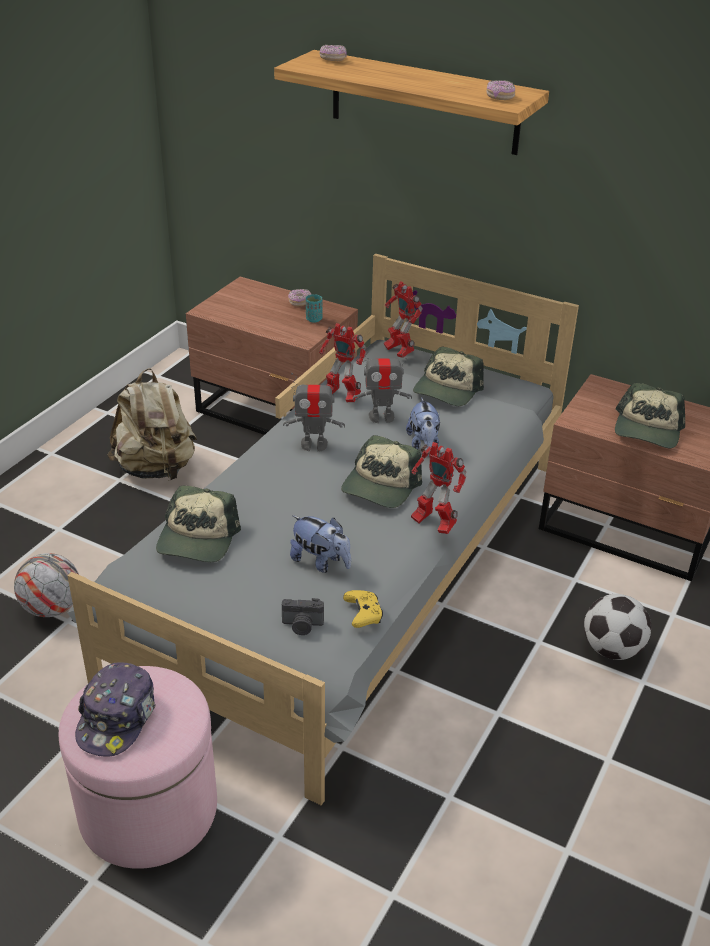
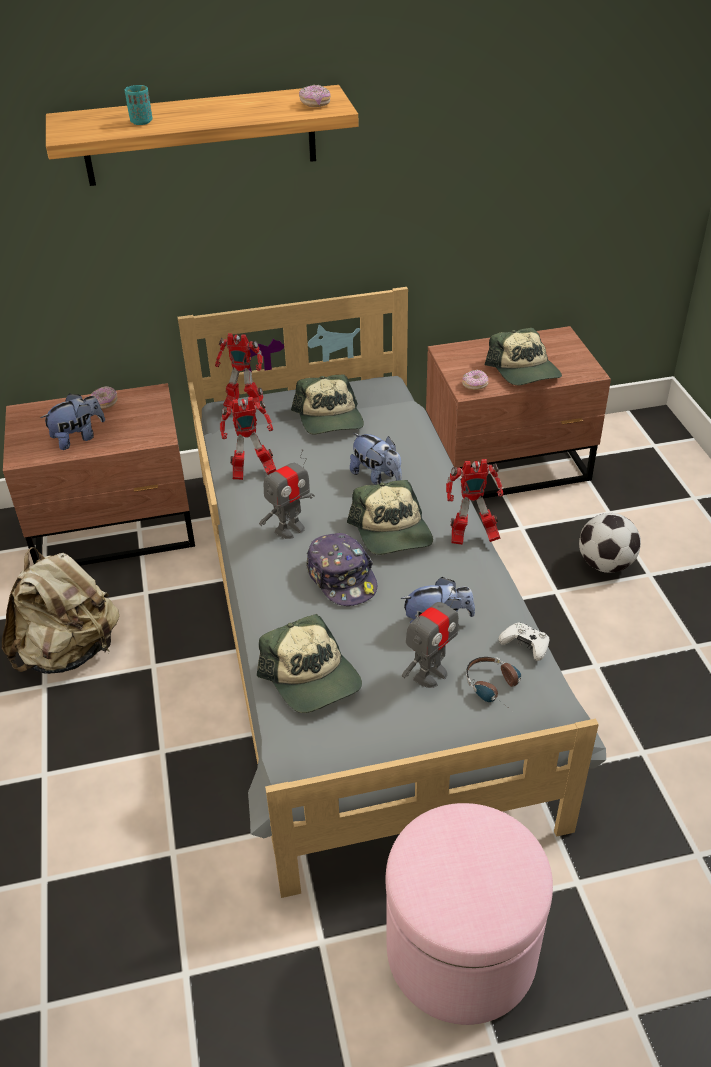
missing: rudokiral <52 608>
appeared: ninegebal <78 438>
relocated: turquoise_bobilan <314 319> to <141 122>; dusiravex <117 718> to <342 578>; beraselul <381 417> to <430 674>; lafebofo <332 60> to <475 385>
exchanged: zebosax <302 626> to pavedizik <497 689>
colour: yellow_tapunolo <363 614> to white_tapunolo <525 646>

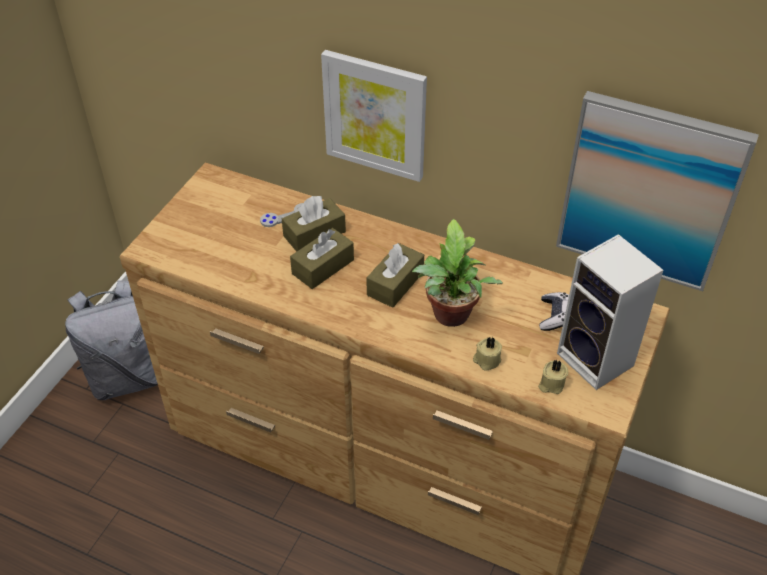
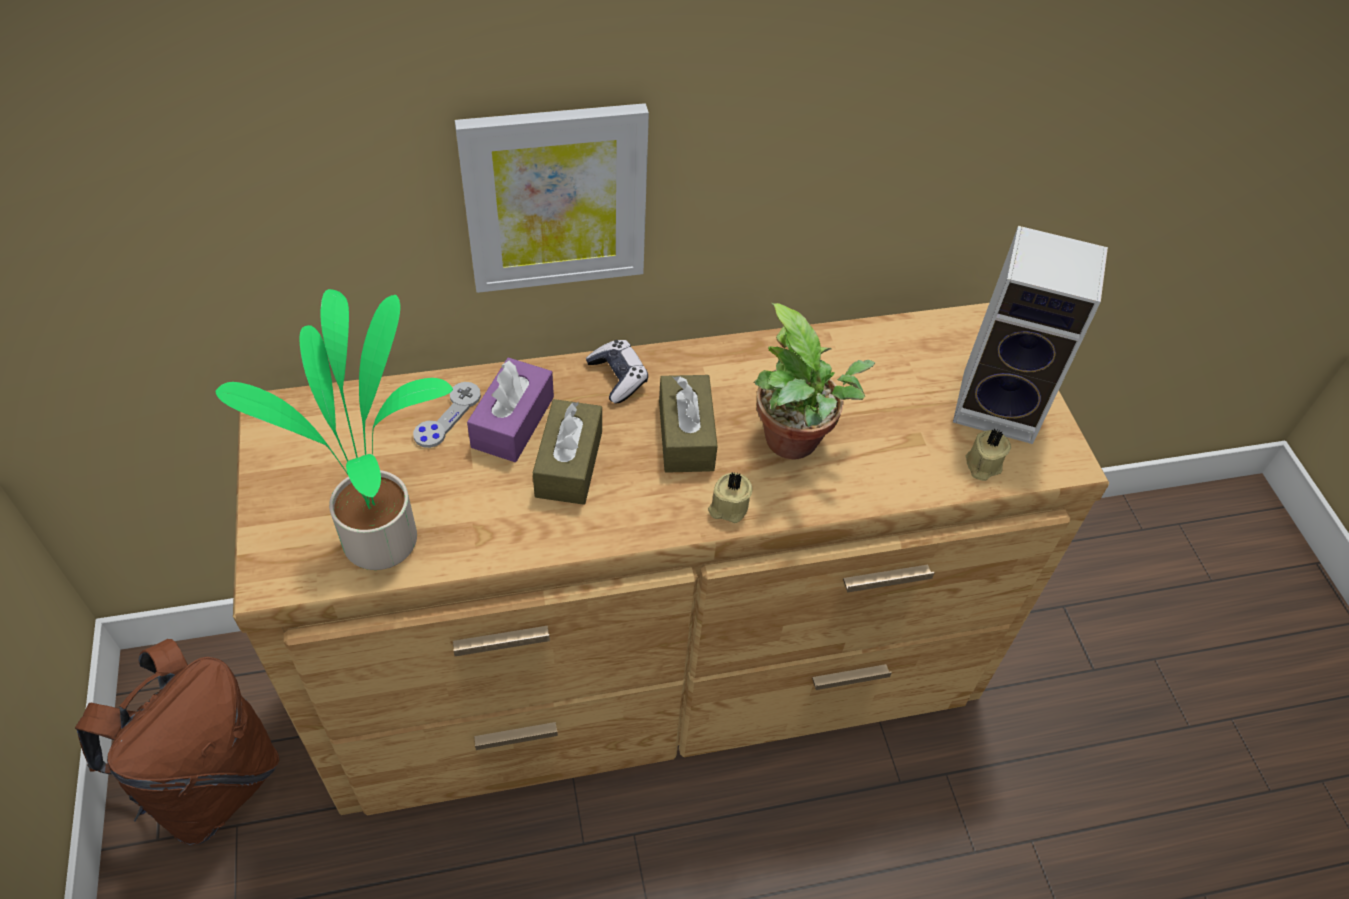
missing: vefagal <649 191>
appeared: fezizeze <385 538>
relocated: tapunolo <554 316> to <618 377>; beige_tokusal <486 360> to <728 507>
colour: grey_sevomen <127 376> to brown_sevomen <210 781>; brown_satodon <314 234> to purple_satodon <513 422>

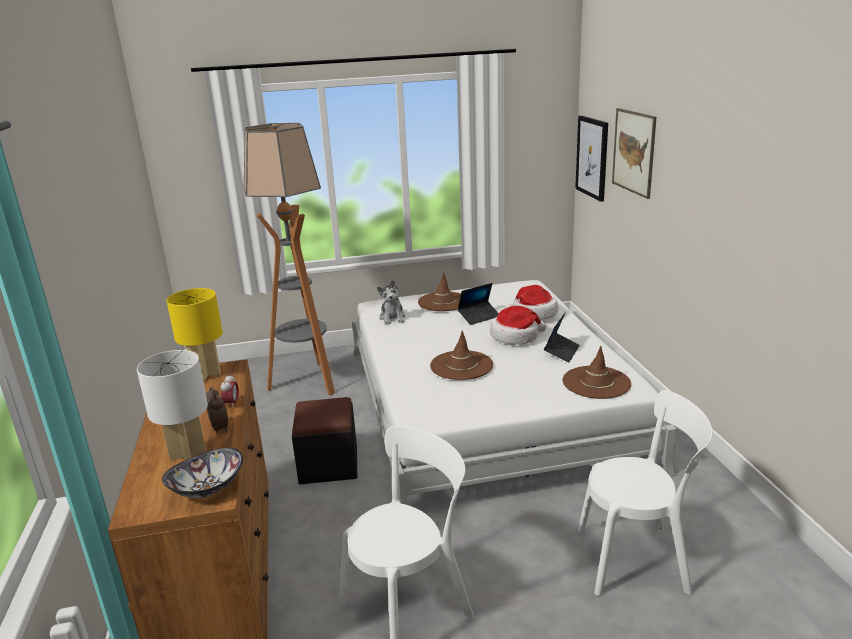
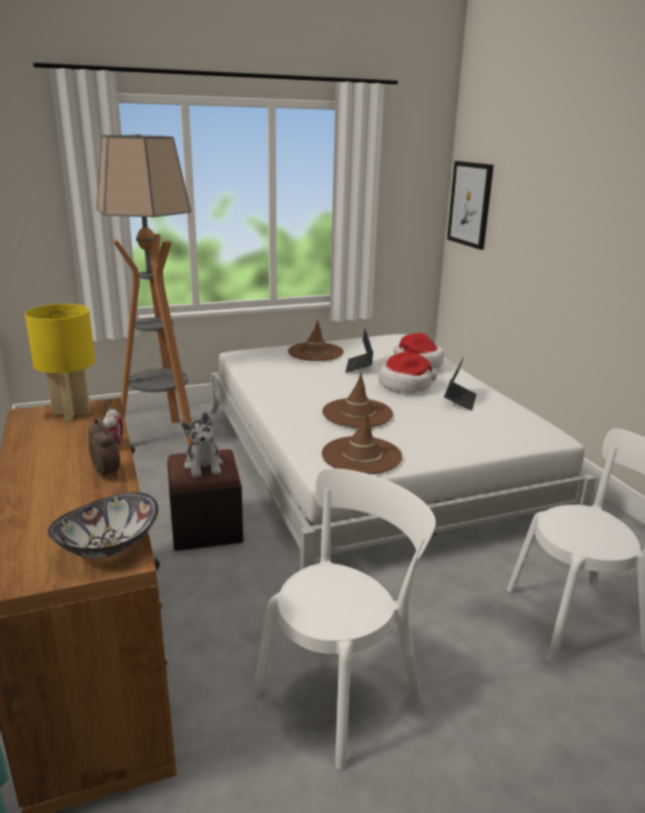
missing: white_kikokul <187 455>; vefagal <633 152>
relocated: ninegebal <392 318> to <204 466>; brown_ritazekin <596 382> to <361 455>
spun: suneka <479 316> = <359 366> 135 degrees clockwise

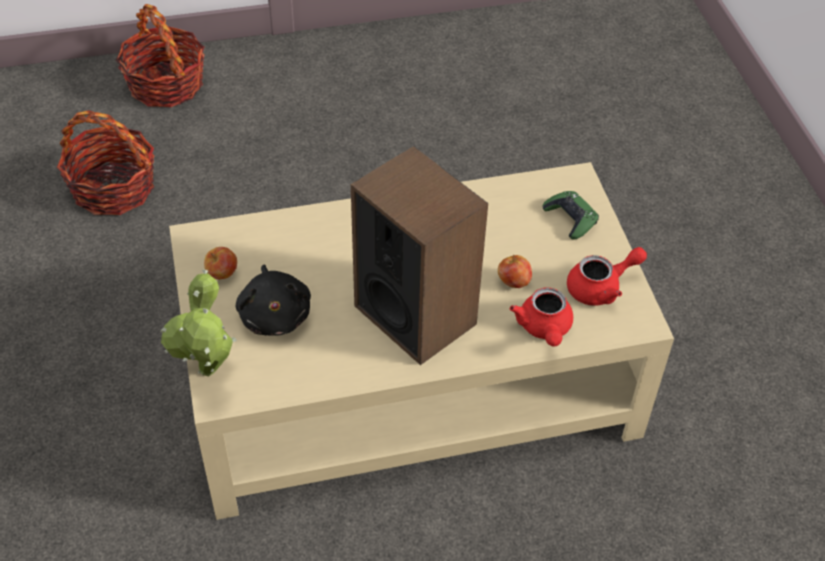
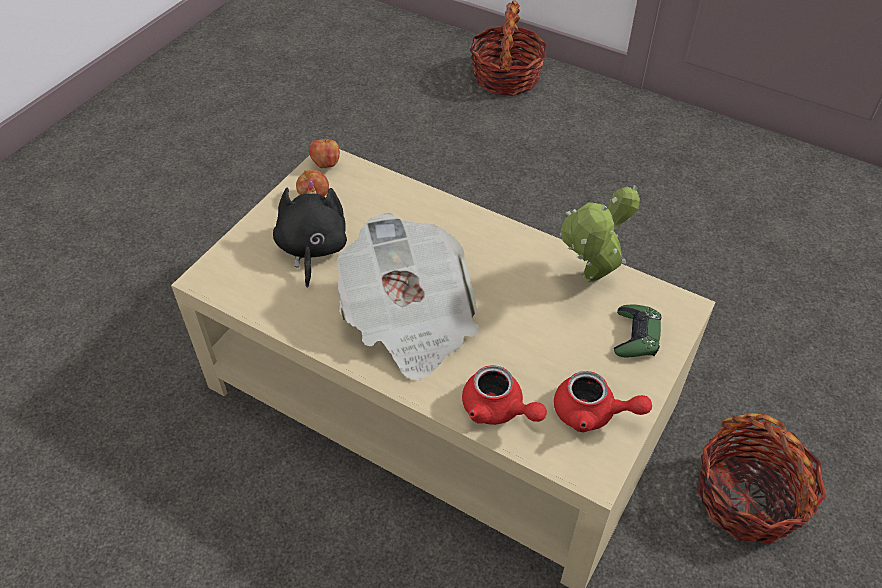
relocated: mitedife <513 282> to <326 164>; fezizeze <209 375> to <588 281>; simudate <114 188> to <748 498>
exchanged: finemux <415 314> to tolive <409 321>
spun: black_ninegebal <275 315> = <312 249> 150 degrees clockwise; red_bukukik <544 329> = <498 410> 90 degrees counterclockwise

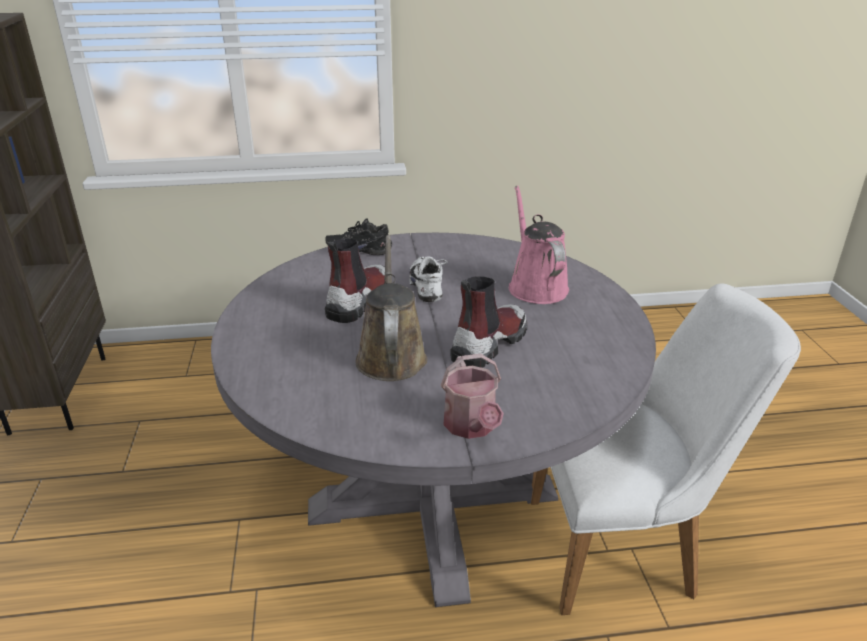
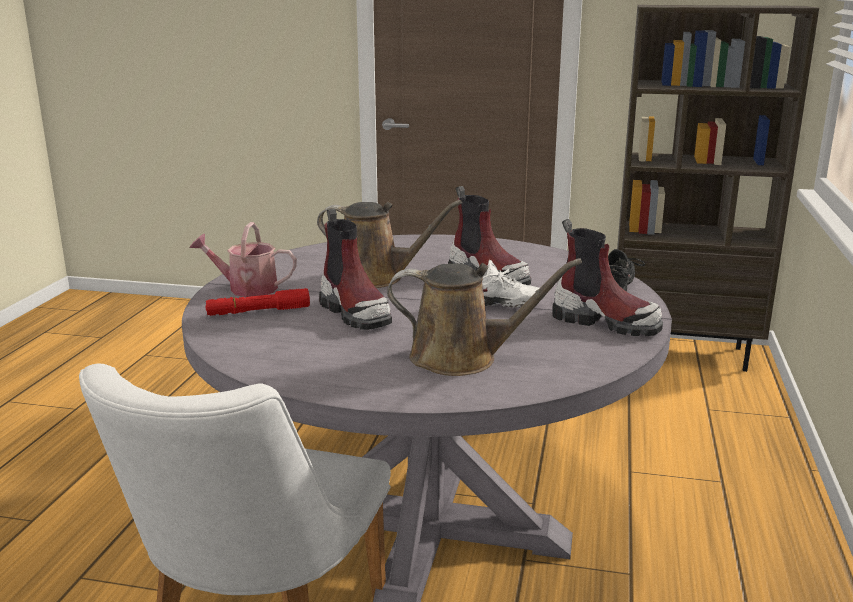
appeared: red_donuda <258 312>; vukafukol <605 322>
colour: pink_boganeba <535 286> to brown_boganeba <462 358>

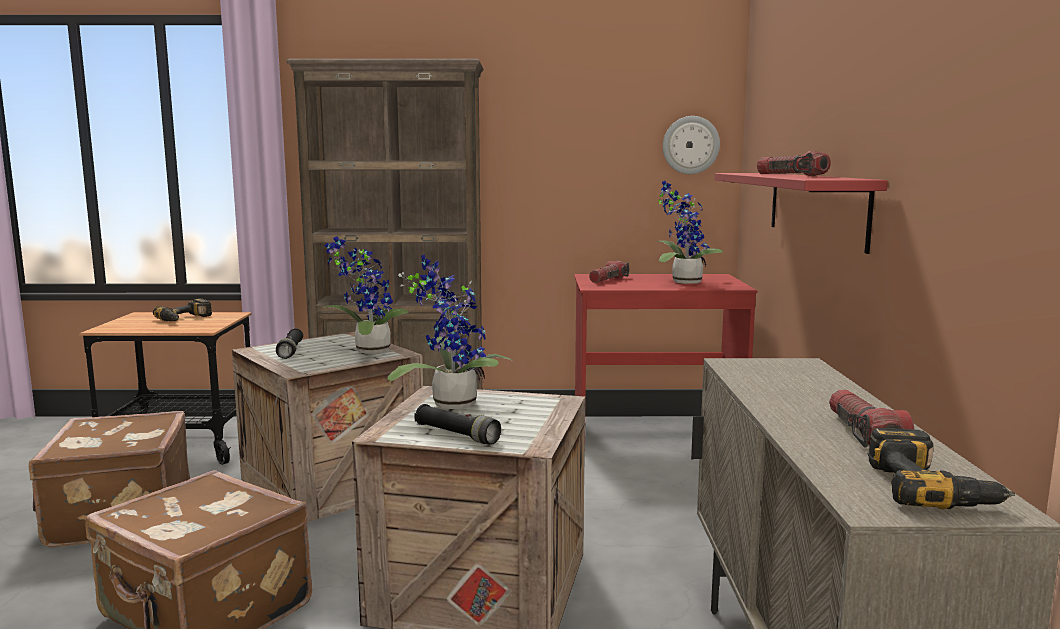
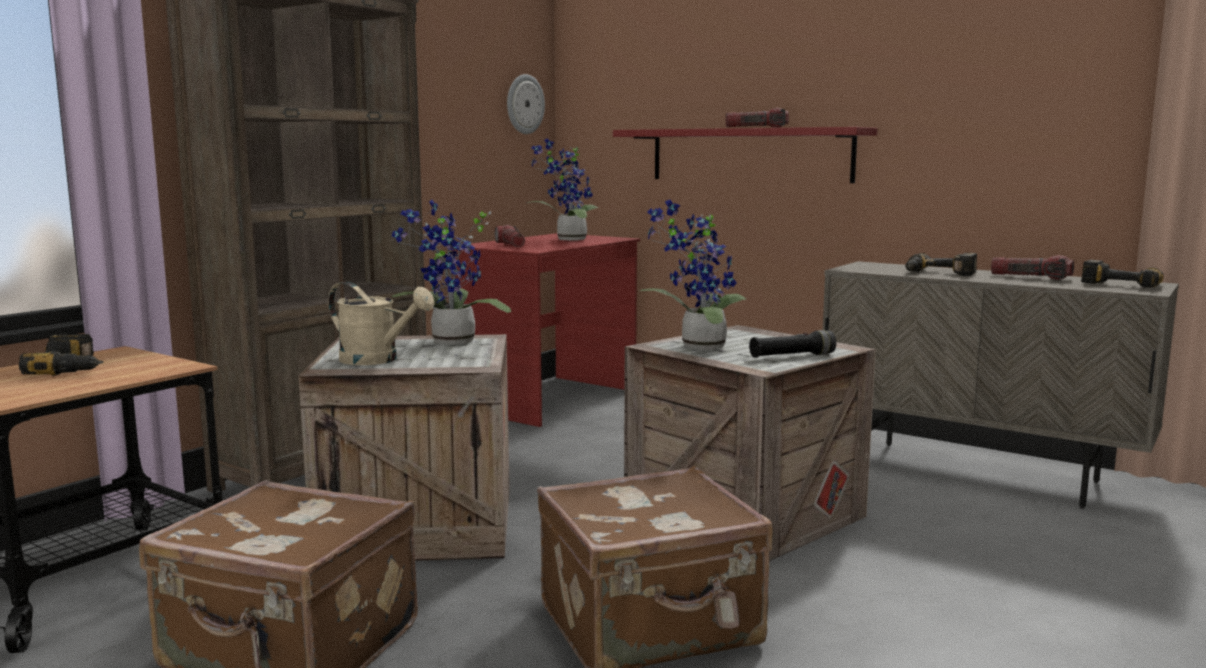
appeared: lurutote <938 273>
exchanged: black_donuda <291 351> to beige_boganeba <377 360>

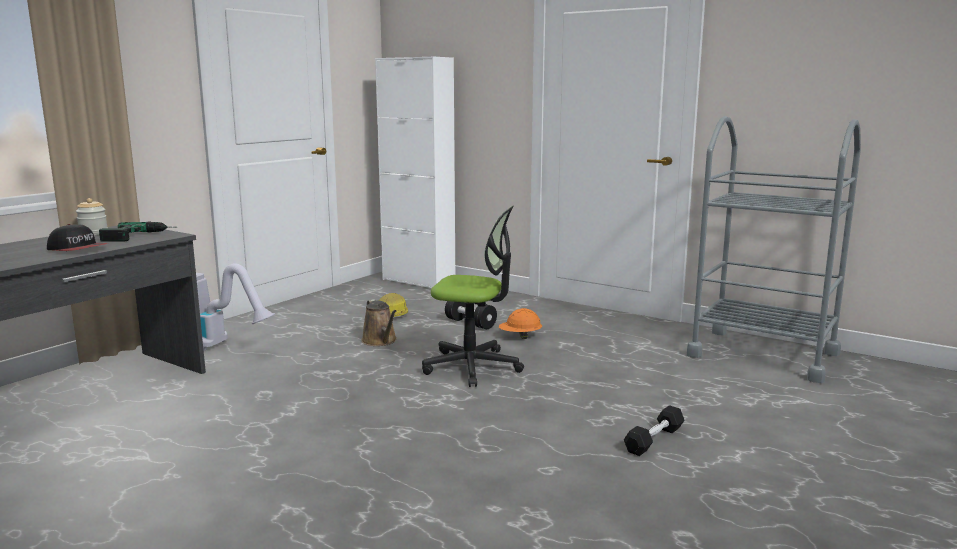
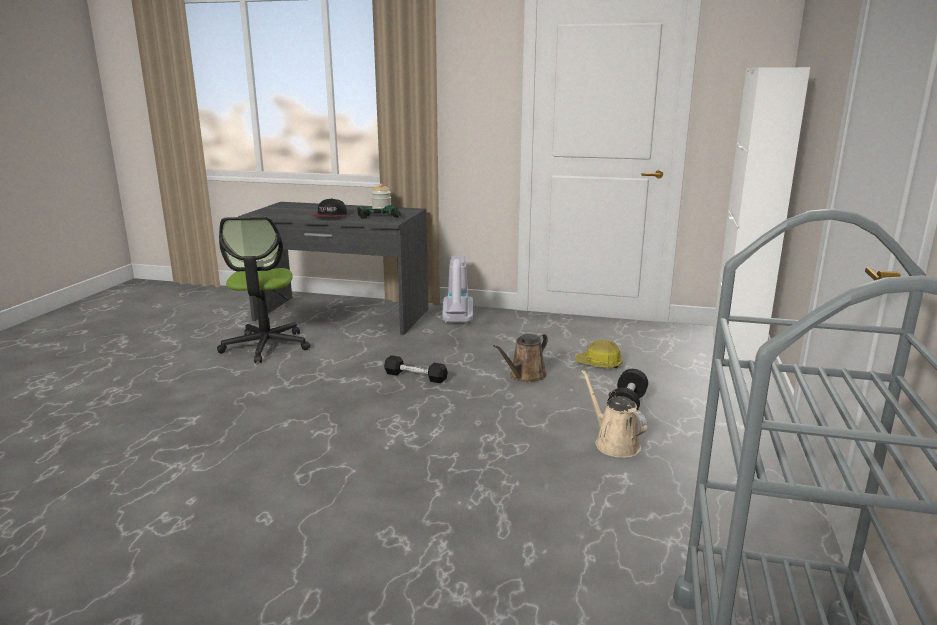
relocated: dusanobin <472 366> to <266 346>; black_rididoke <654 439> to <415 376>
exchanged: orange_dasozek <520 337> to beige_boganeba <614 443>

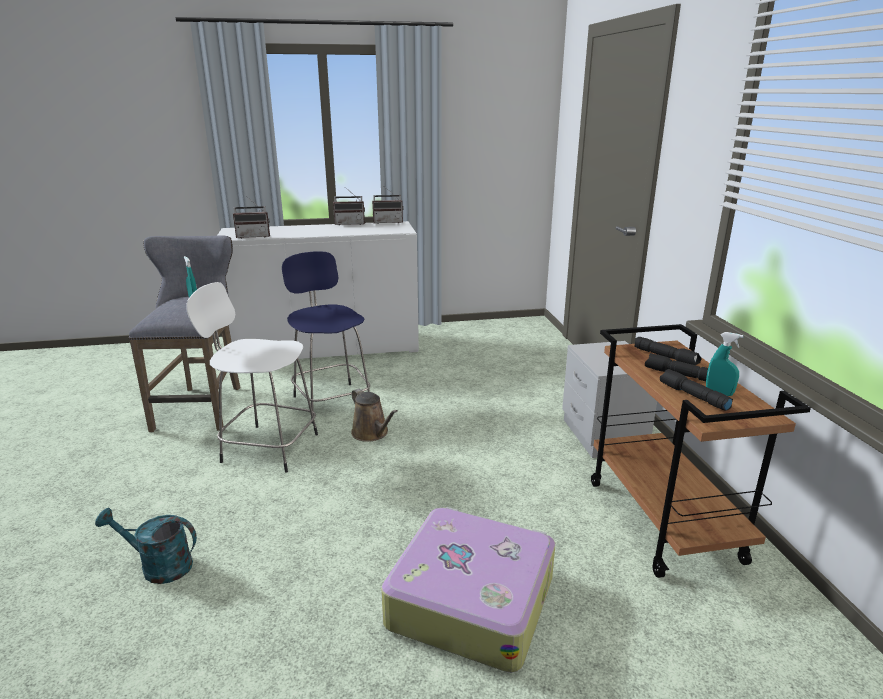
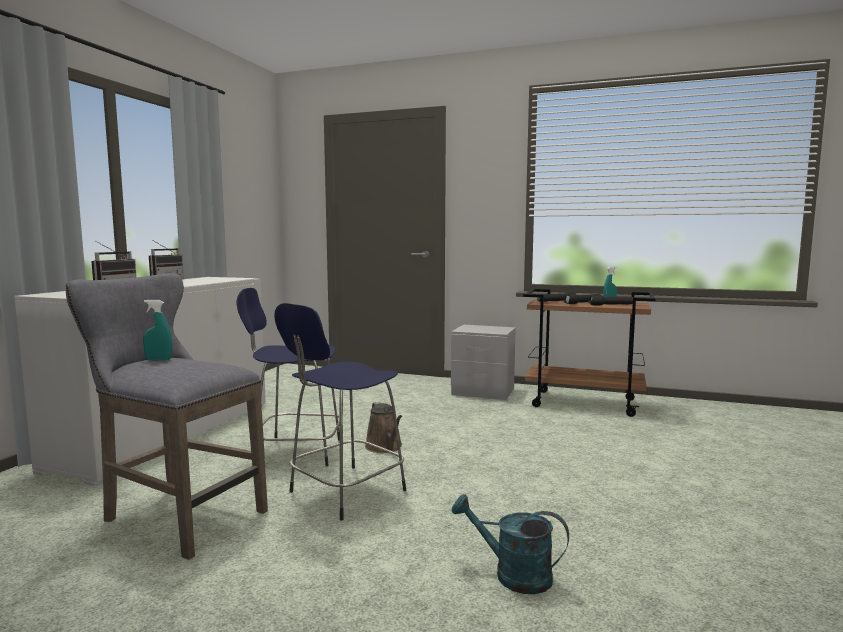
missing: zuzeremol <388 222>; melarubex <470 599>
colour: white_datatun <267 447> to blue_datatun <344 492>
spun: brown_boganeba <372 433> = <385 447> 75 degrees clockwise; turquoise_boganeba <158 566> = <512 575> 75 degrees clockwise

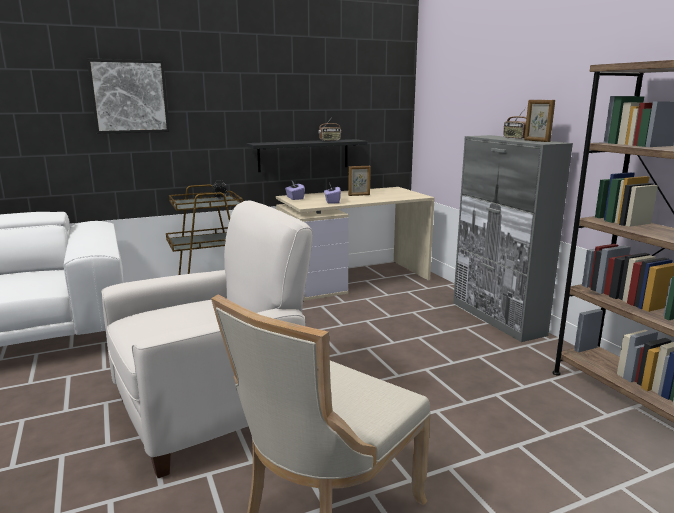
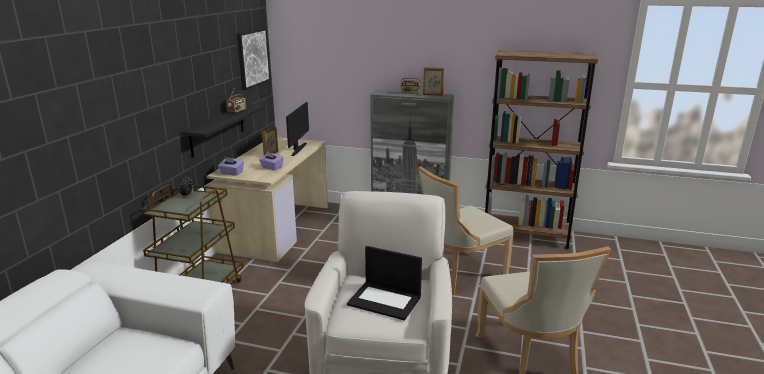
appeared: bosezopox <298 149>; suneka <385 300>; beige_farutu <460 275>
relocated: vefagal <129 96> to <253 58>

